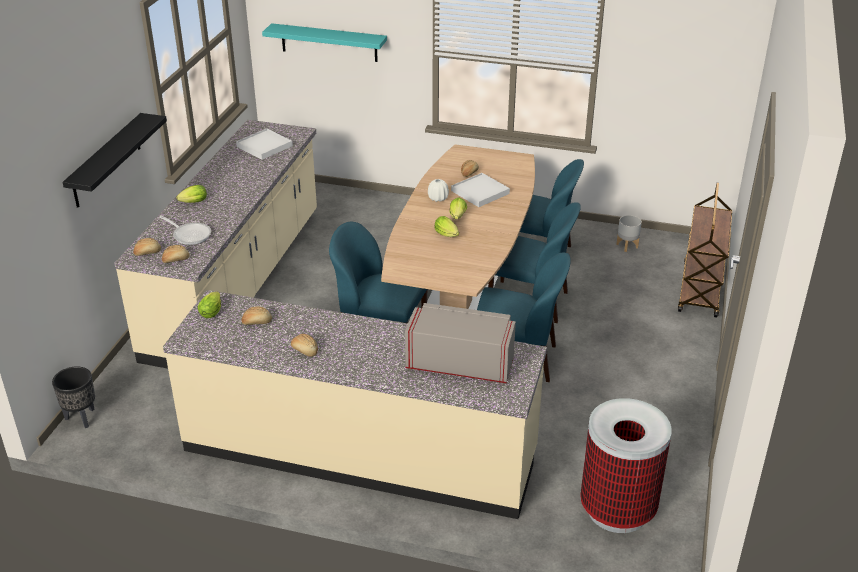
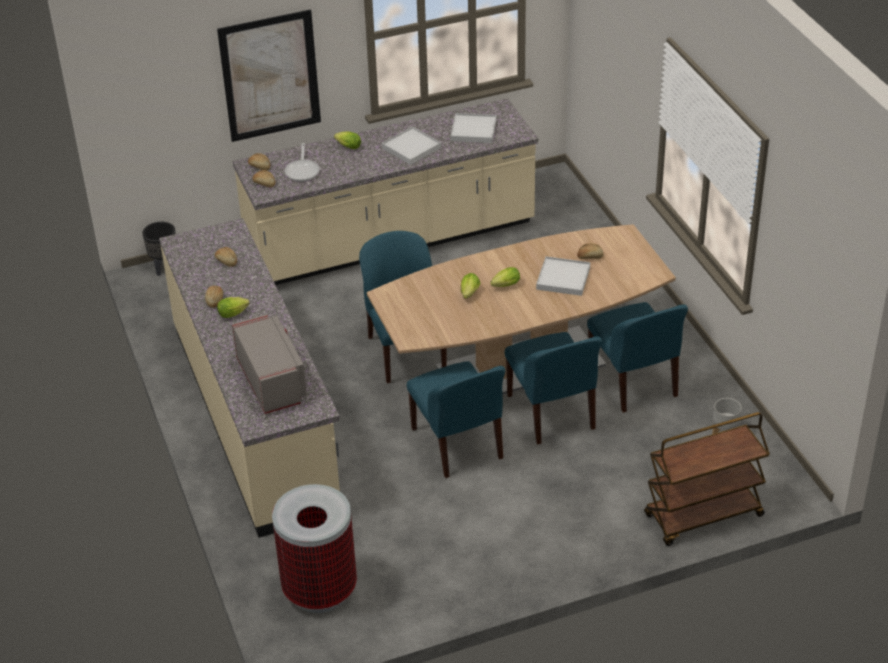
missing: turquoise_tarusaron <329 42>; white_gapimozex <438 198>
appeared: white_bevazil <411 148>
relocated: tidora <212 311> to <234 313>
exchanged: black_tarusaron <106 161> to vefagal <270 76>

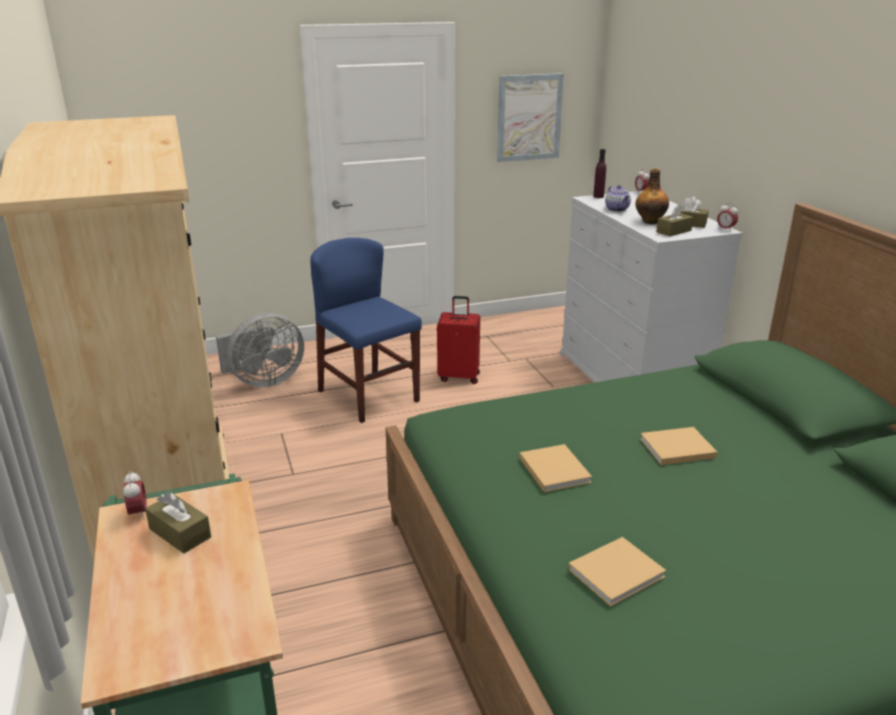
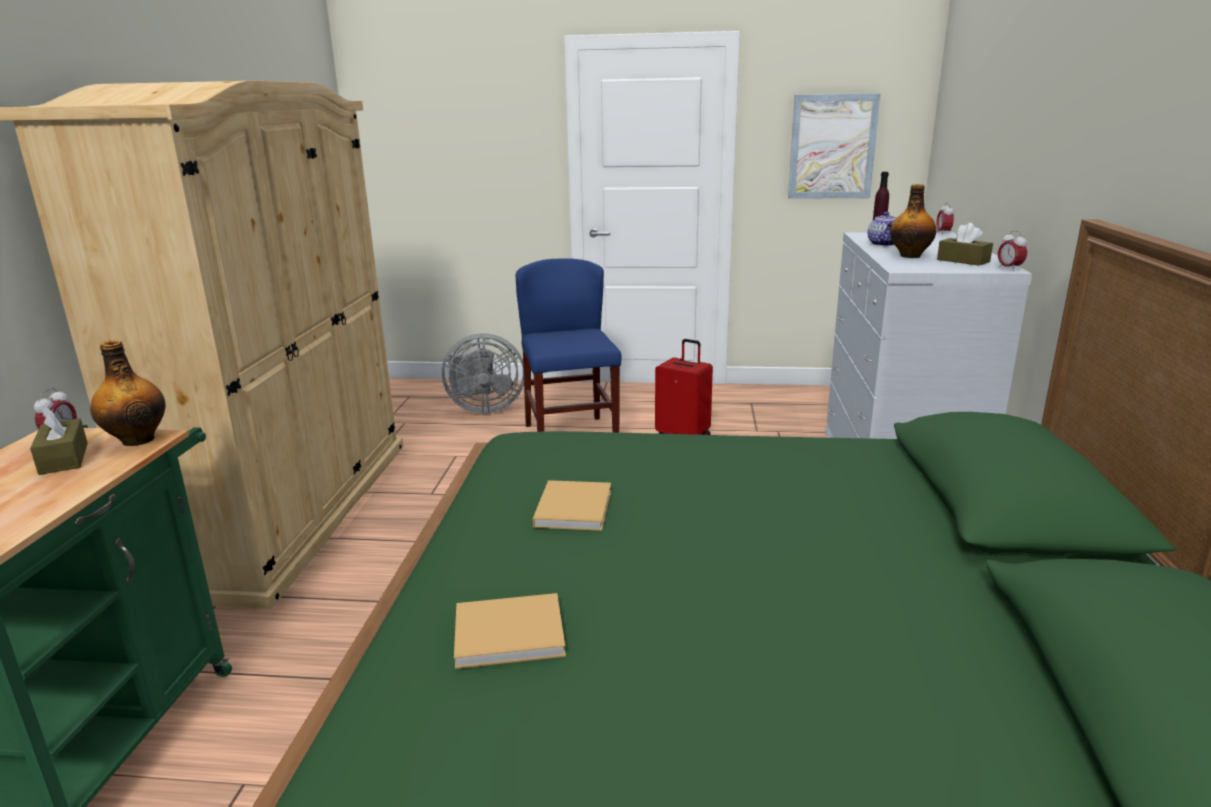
missing: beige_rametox <675 448>; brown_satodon <673 231>
appeared: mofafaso <137 440>

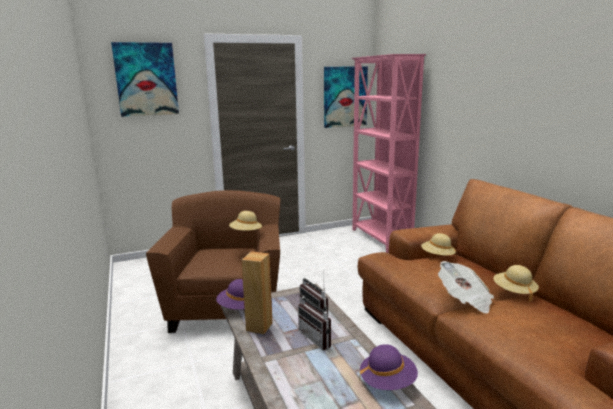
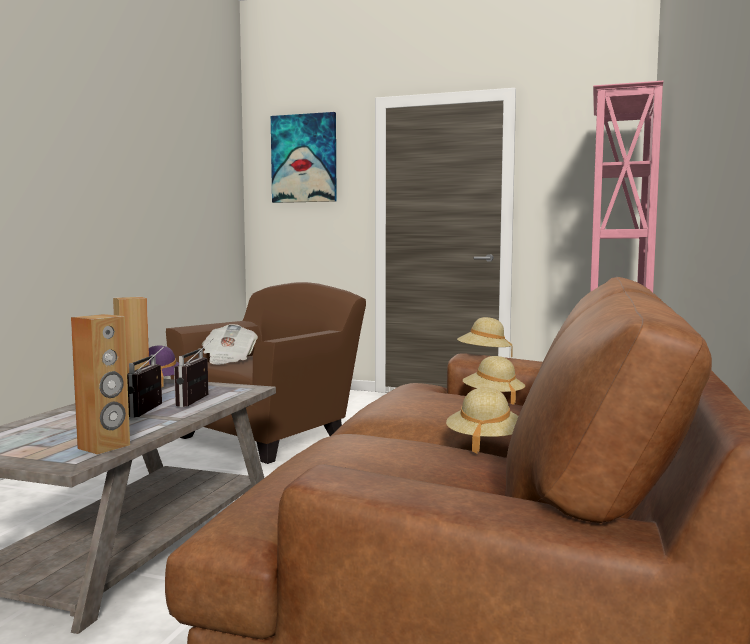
missing: vefagal <345 97>
relocated: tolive <465 300> to <228 360>; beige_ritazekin <246 233> to <484 355>
exchanged: purple_ritazekin <387 382> to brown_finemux <104 447>

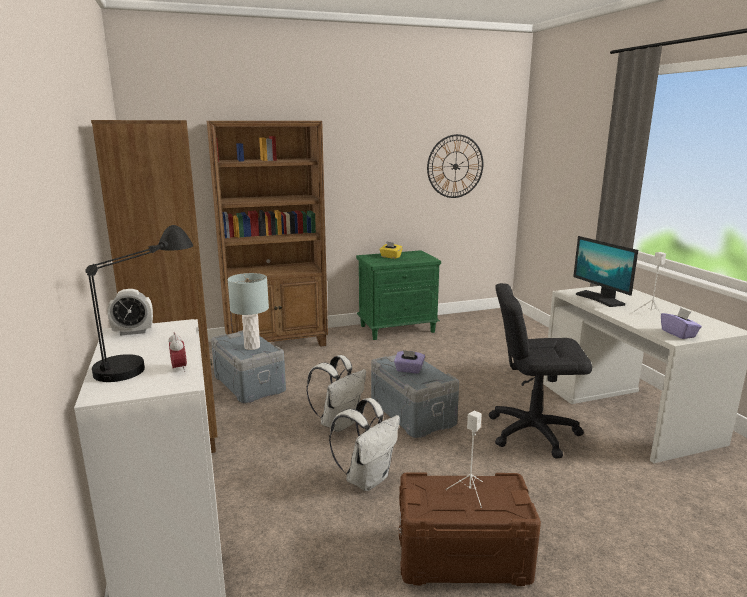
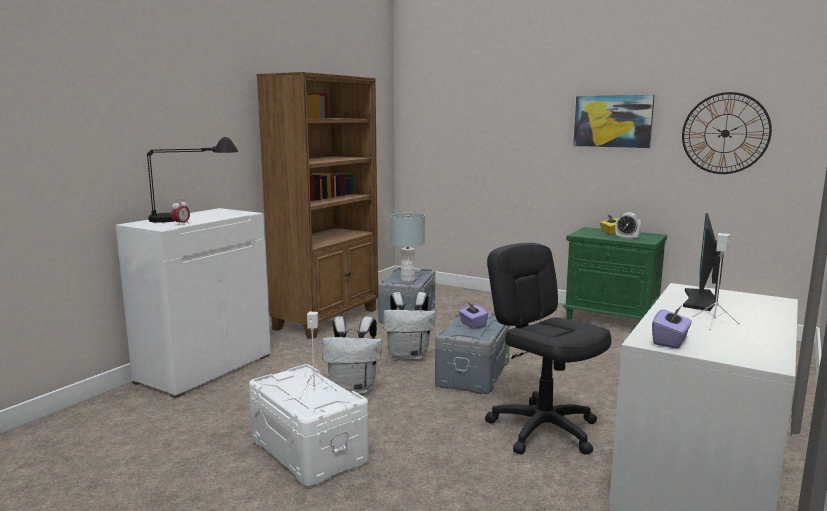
missing: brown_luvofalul <277 343>
appeared: vefagal <612 121>
relocated: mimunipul <133 332> to <627 238>
colour: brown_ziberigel <462 555> to white_ziberigel <310 450>

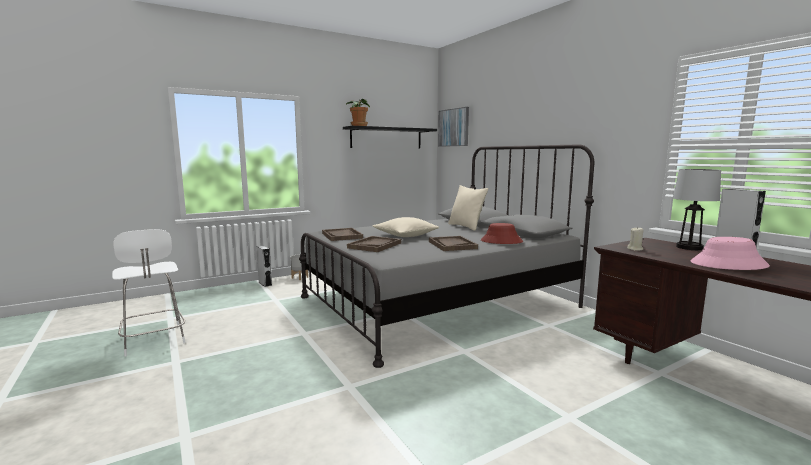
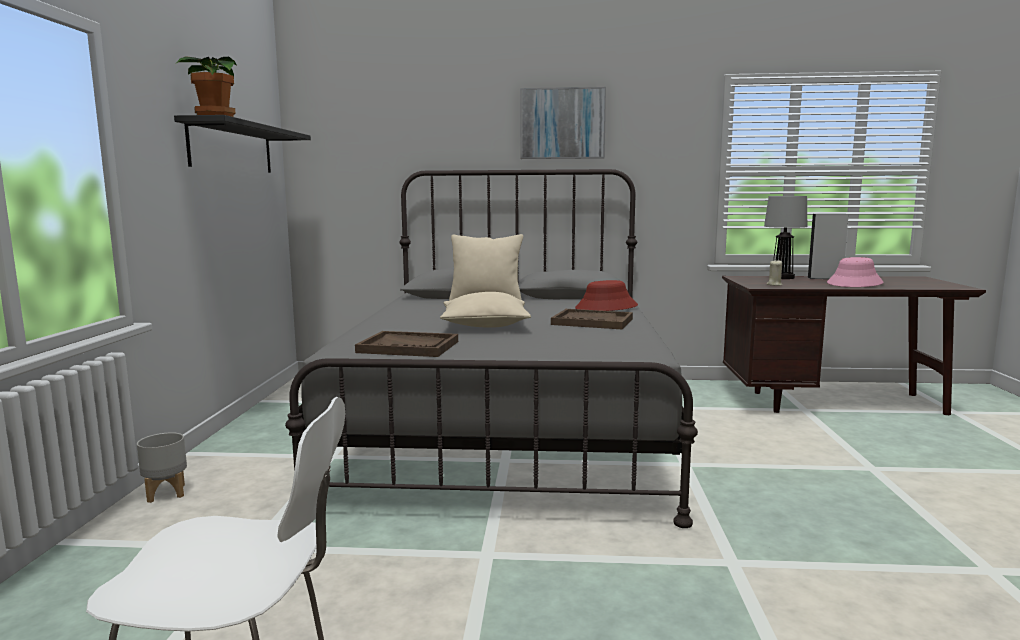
missing: grey_finemux <265 283>; brown_bevazil <374 245>
relocated: vefagal <453 127> to <562 123>

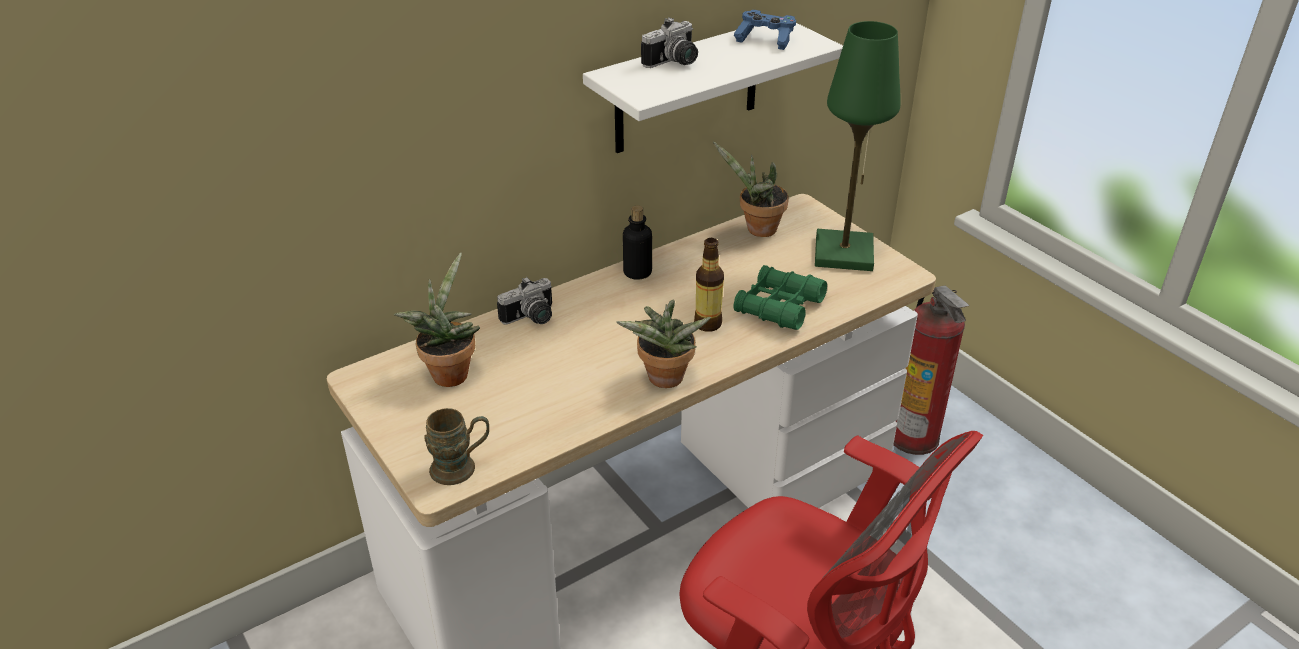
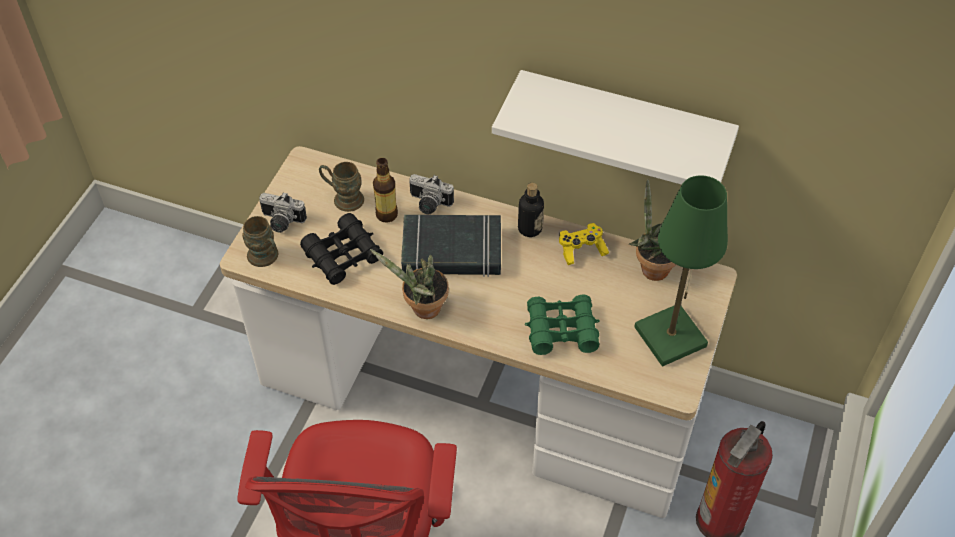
missing: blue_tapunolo <765 39>
appeared: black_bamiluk <343 255>; black_rametox <452 251>; yellow_tapunolo <581 249>
relocated: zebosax <674 63> to <281 222>; mofafaso <707 324> to <386 214>
exchanged: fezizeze <449 372> to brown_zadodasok <343 198>

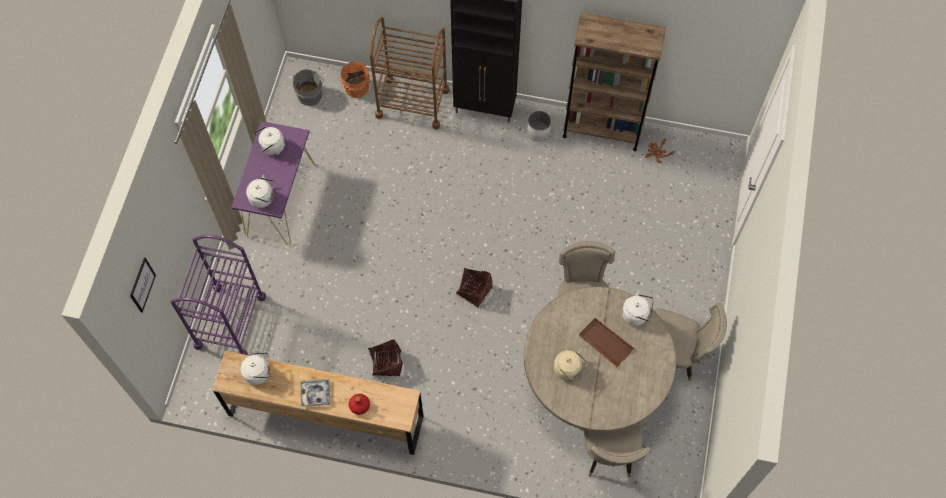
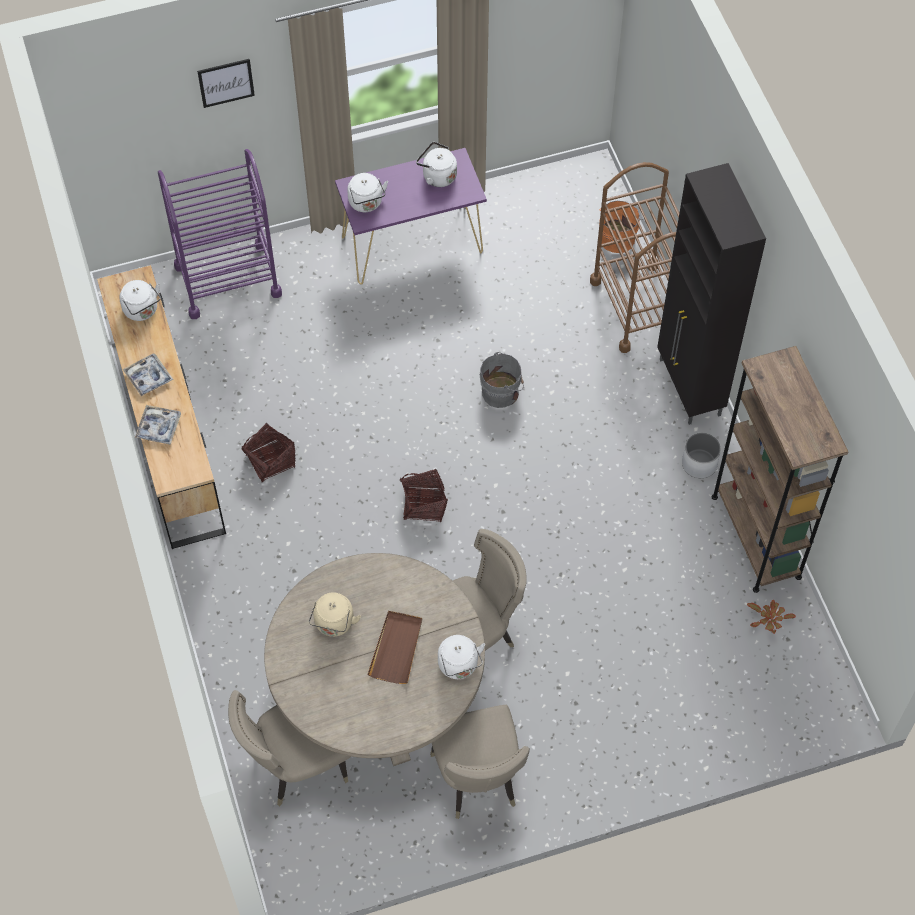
relocated: vefagal <142 285> to <226 82>; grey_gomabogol <310 94> to <502 392>
exchanged: red_mofafaso <359 406> to bevazil <159 427>

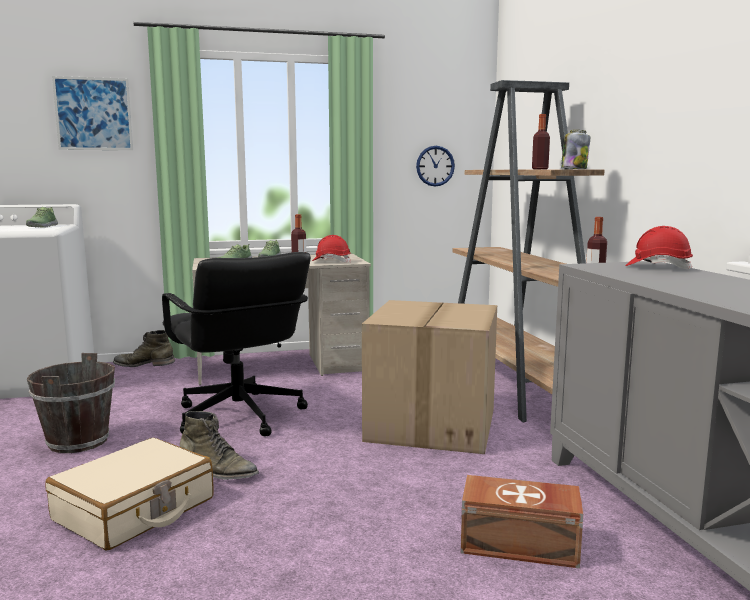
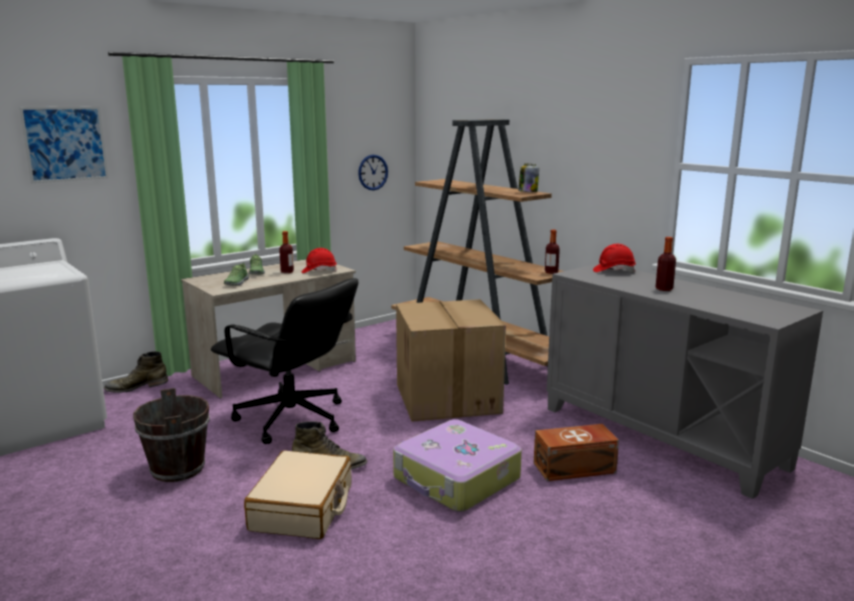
missing: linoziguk <42 226>
appeared: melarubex <456 479>
relocated: mofafaso <540 169> to <664 289>

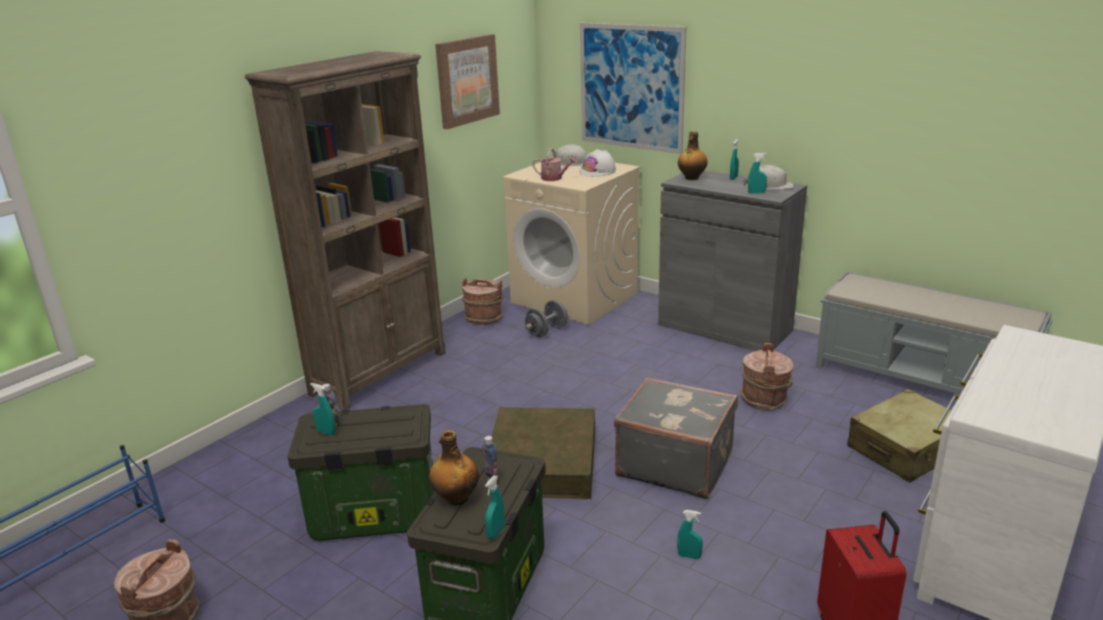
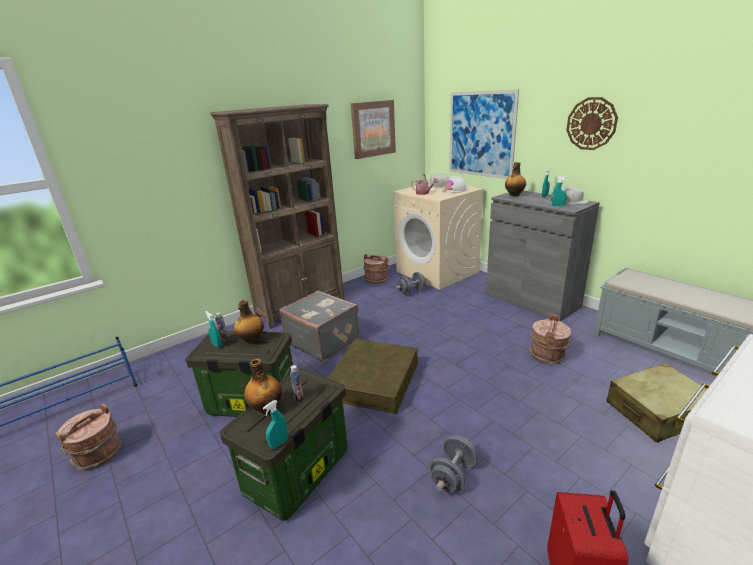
appeared: mofafaso <251 340>; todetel <591 124>
relocated: grey_melarubex <675 464> to <323 341>
exchanged: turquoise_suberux <689 556> to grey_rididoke <453 476>

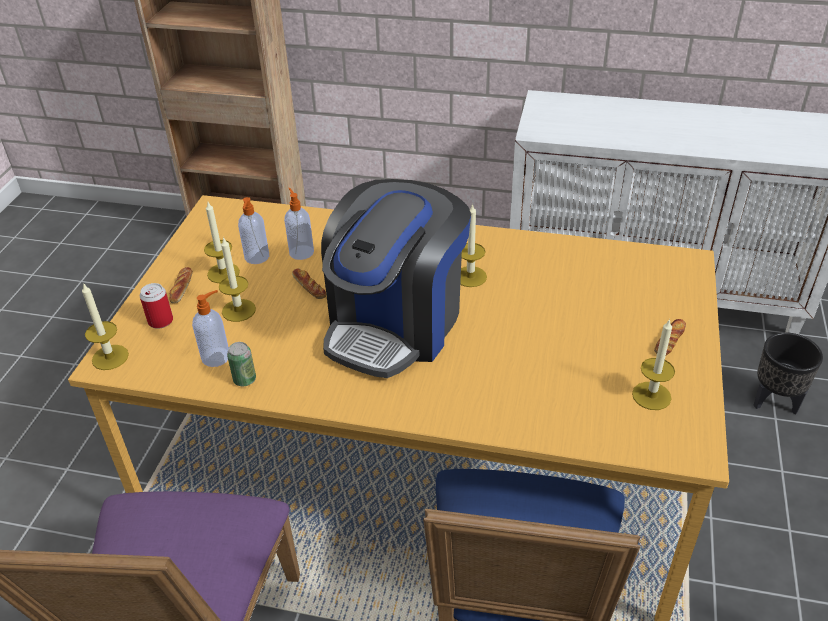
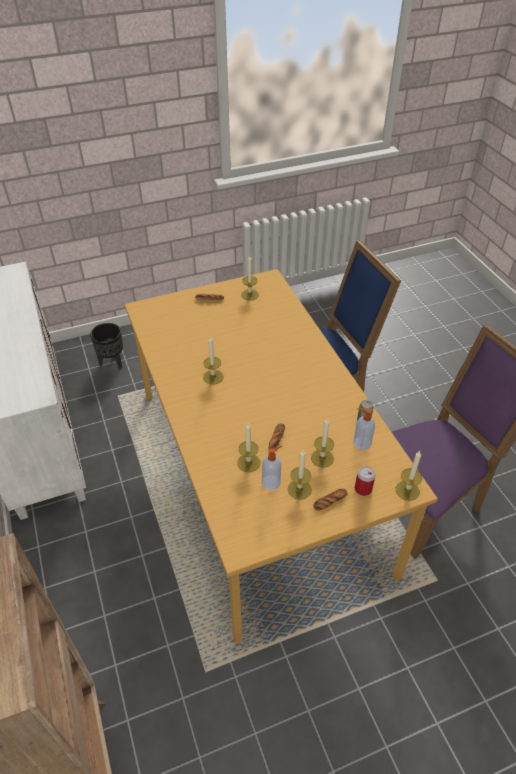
missing: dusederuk <395 324>
exchanged: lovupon <301 252> to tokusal <248 463>

